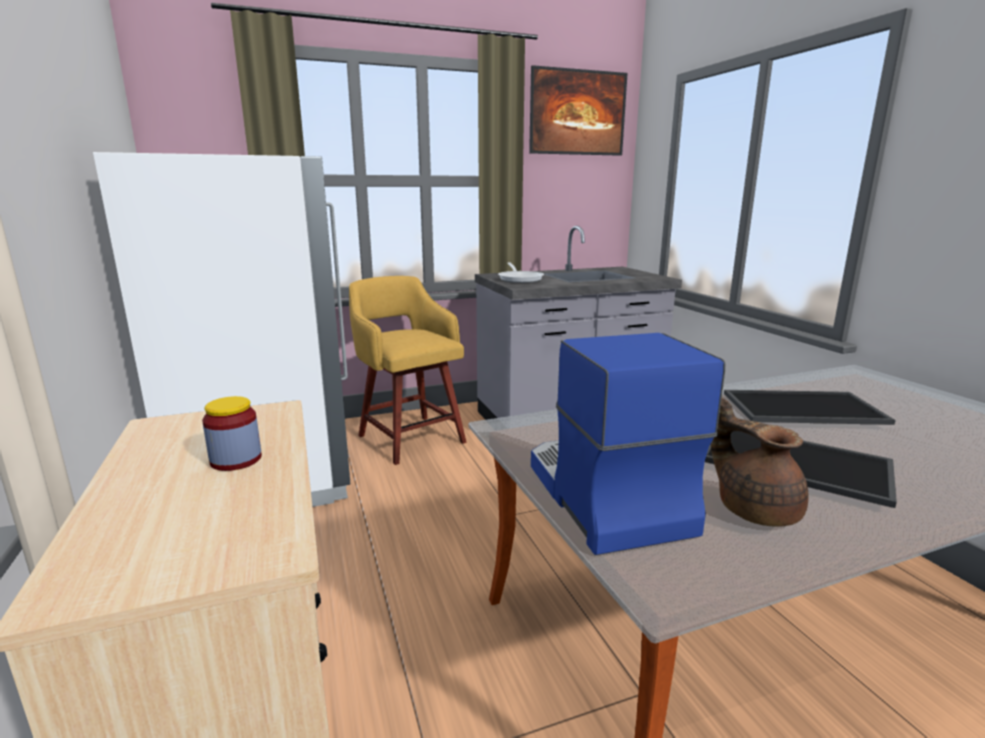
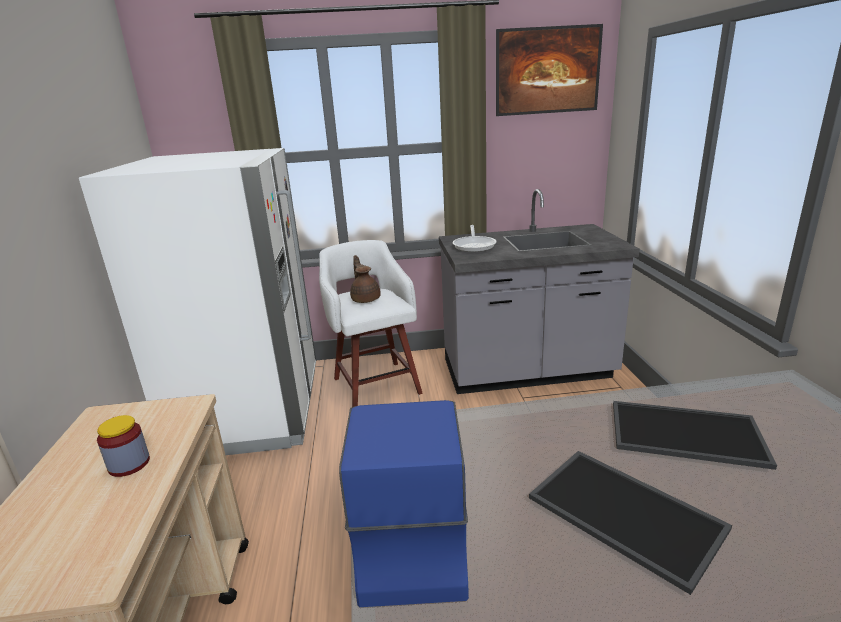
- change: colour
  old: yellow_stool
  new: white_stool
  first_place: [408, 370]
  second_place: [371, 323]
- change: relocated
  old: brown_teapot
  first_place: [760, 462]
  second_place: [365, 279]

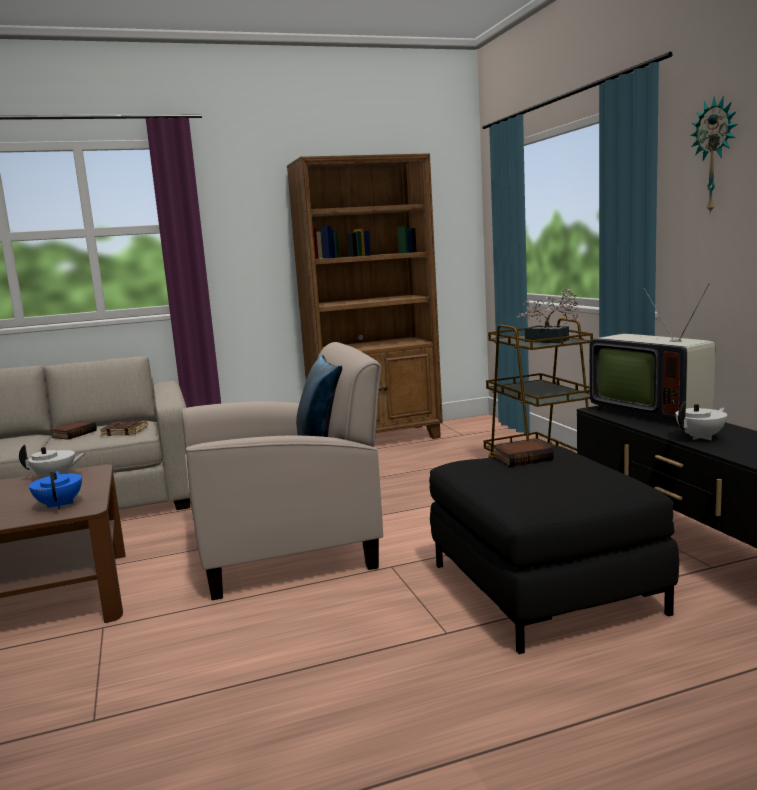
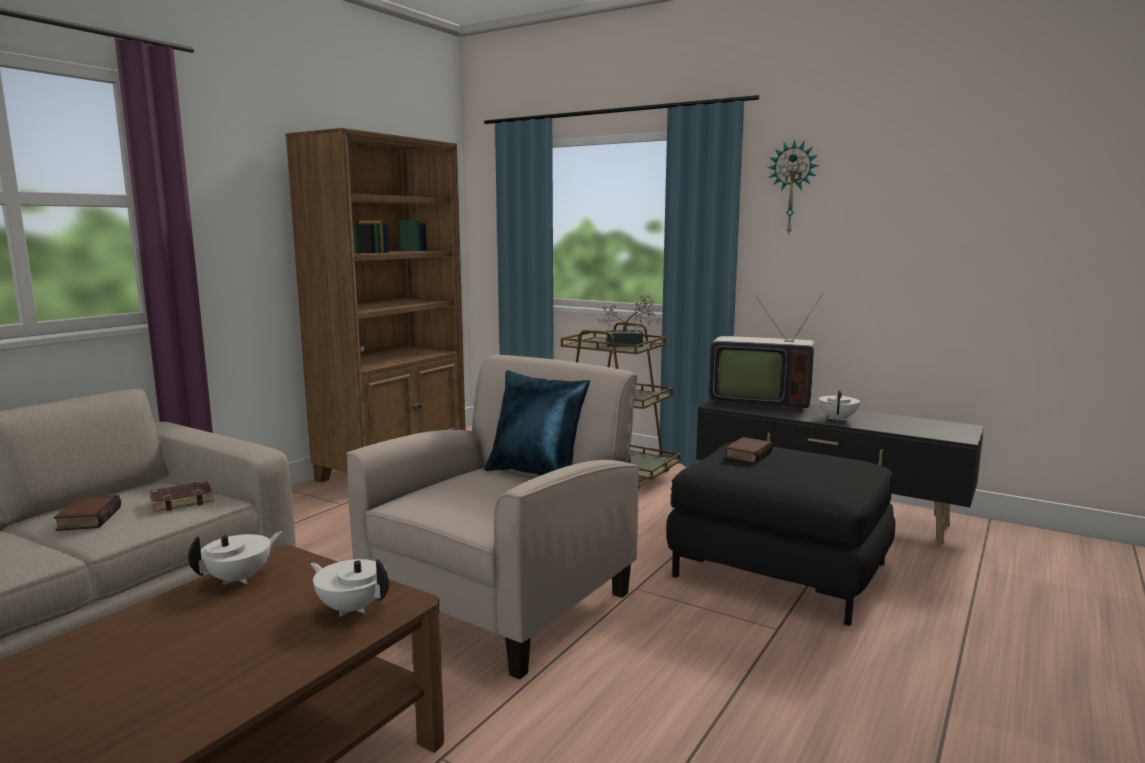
- change: colour
  old: blue_teapot
  new: white_teapot
  first_place: [55, 490]
  second_place: [349, 587]

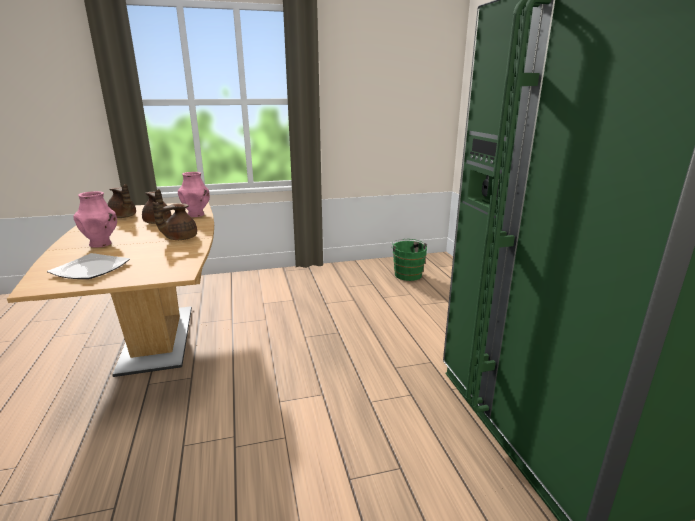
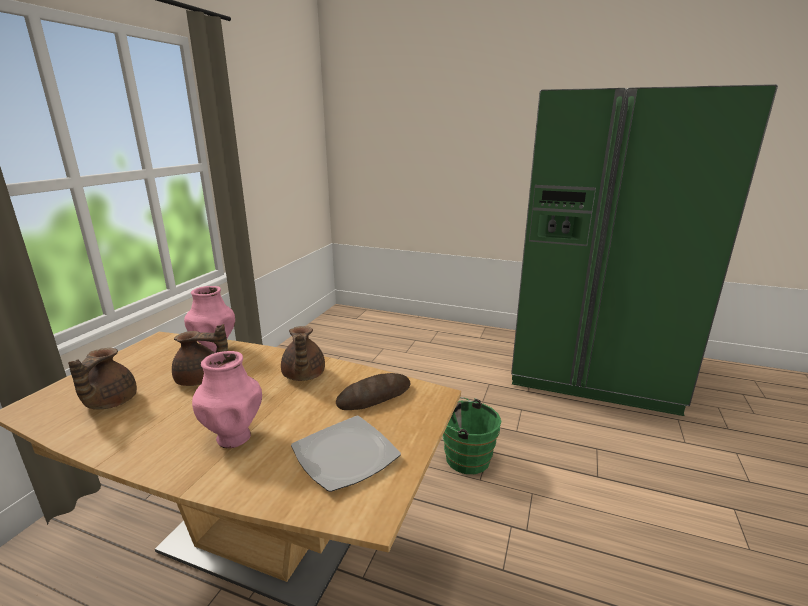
- change: spun
  old: brown_teapot
  first_place: [121, 201]
  second_place: [102, 378]
  degrees: 105
- change: relocated
  old: green_bucket
  first_place: [410, 260]
  second_place: [472, 435]
- change: appeared
  new: bread
  second_place: [373, 391]

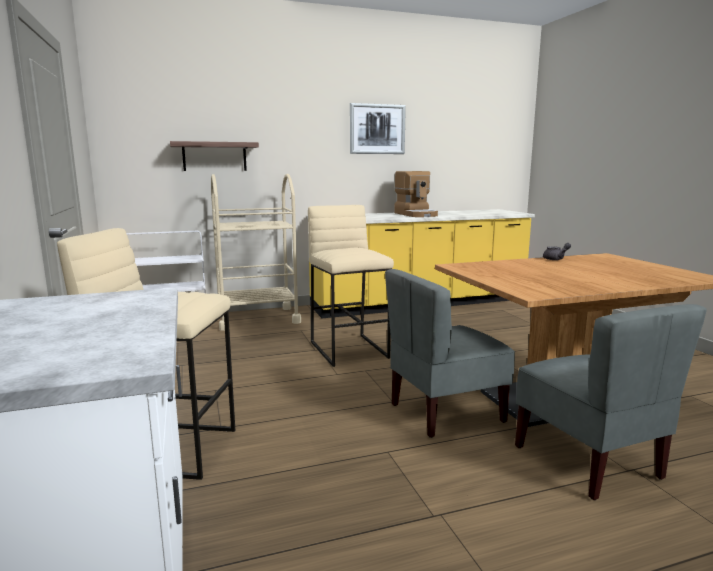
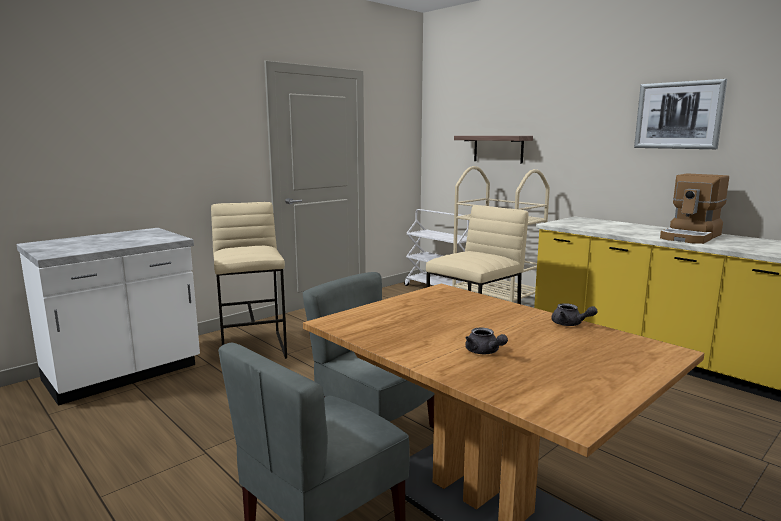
- change: appeared
  new: grey_teapot
  second_place: [486, 341]

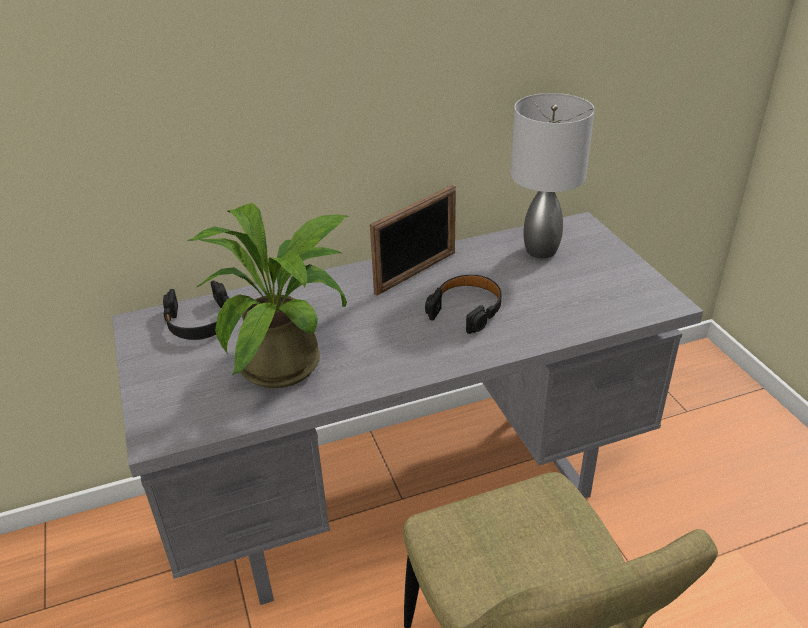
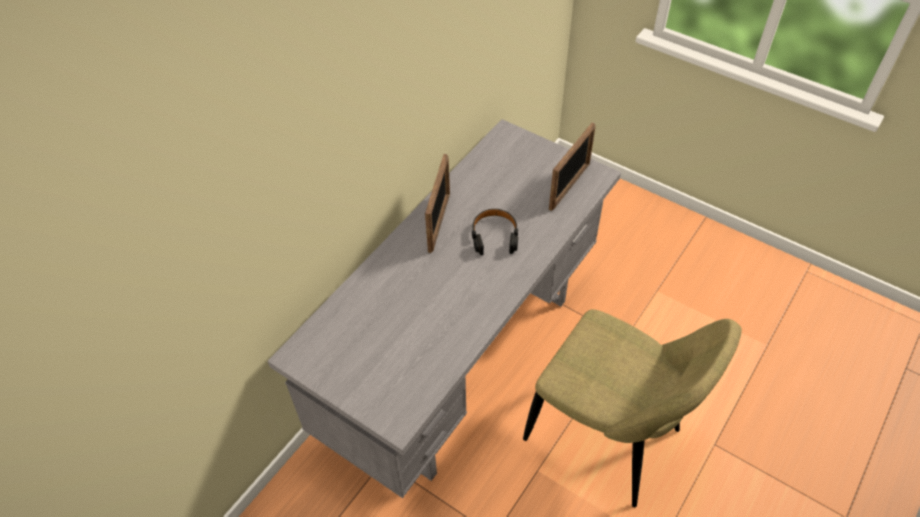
- change: missing
  old: grey_table_lamp
  first_place: [553, 175]
- change: missing
  old: potted_plant
  first_place: [268, 295]
- change: missing
  old: black_headphones
  first_place: [196, 310]
- change: appeared
  new: picture_frame
  second_place: [572, 166]

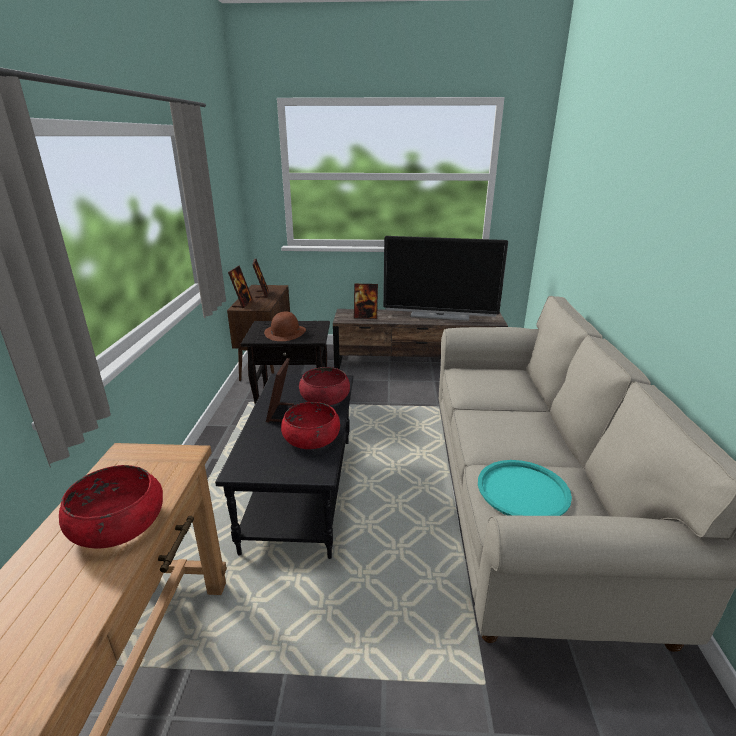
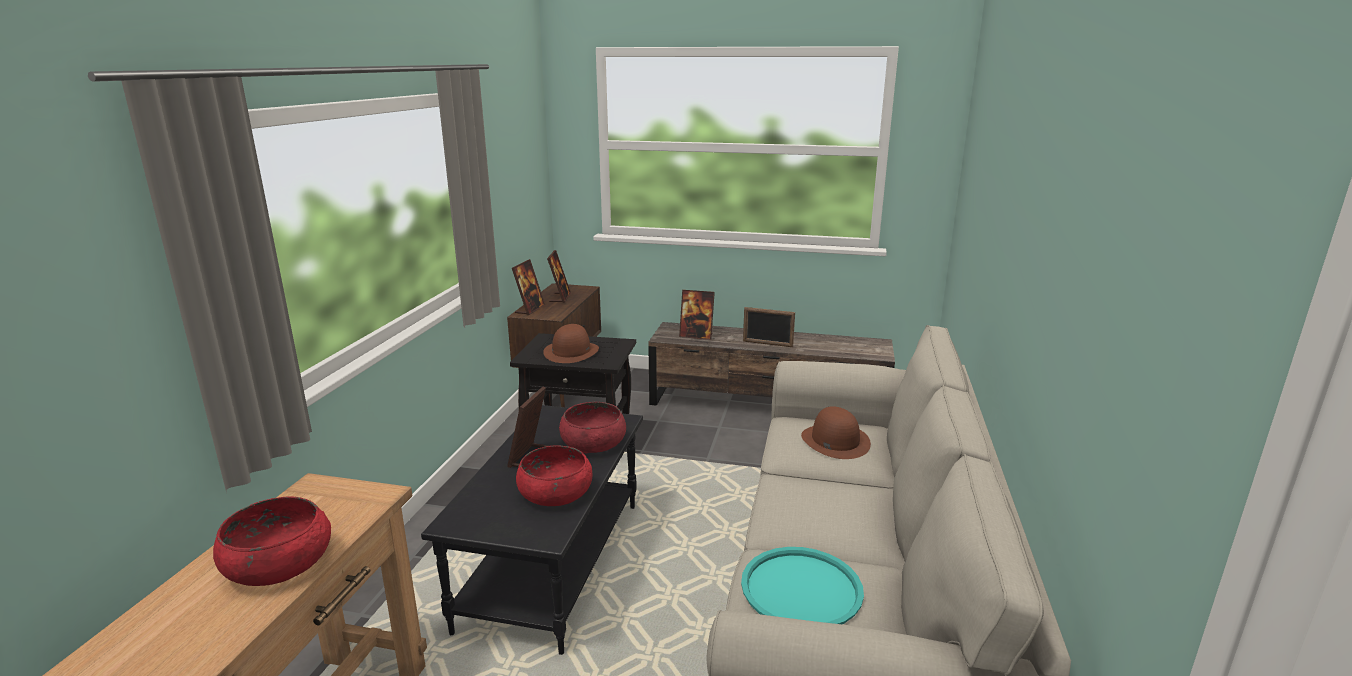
- change: missing
  old: television
  first_place: [445, 278]
- change: appeared
  new: picture_frame
  second_place: [769, 327]
- change: appeared
  new: brown_hat
  second_place: [836, 432]

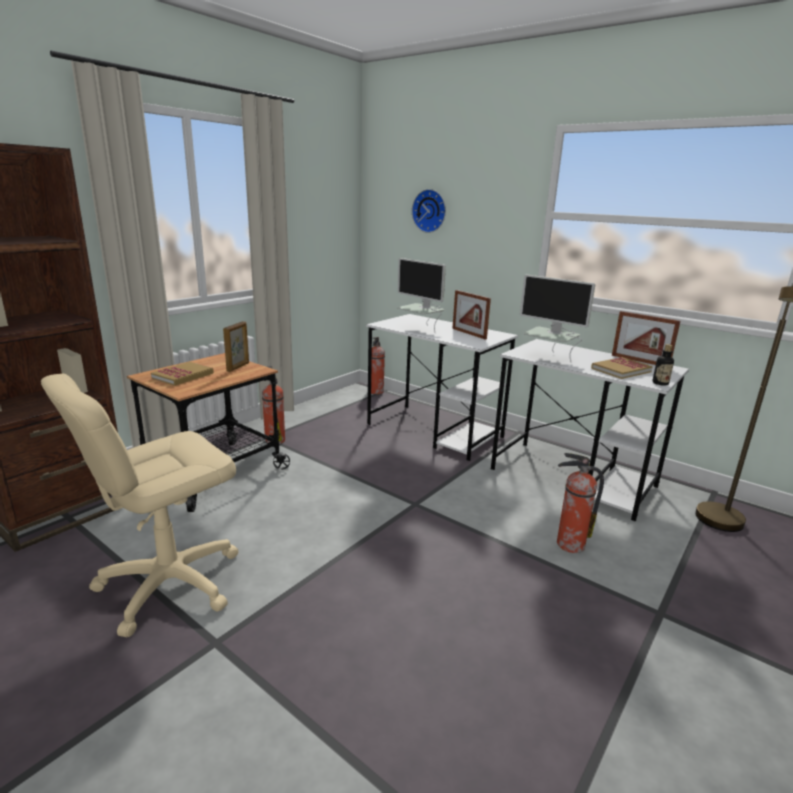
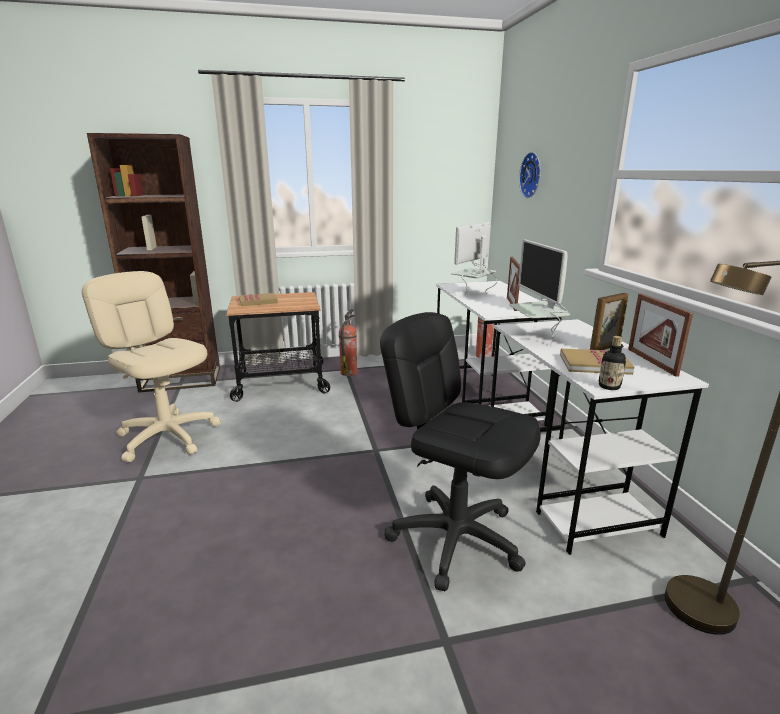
- change: spun
  old: monitor
  first_place: [421, 295]
  second_place: [474, 259]
  degrees: 45
- change: relocated
  old: picture_frame
  first_place: [236, 346]
  second_place: [609, 321]
- change: spun
  old: beige_office_chair
  first_place: [140, 505]
  second_place: [151, 366]
  degrees: 45
- change: exchanged
  old: fire_extinguisher
  new: black_office_chair
  first_place: [580, 503]
  second_place: [460, 451]

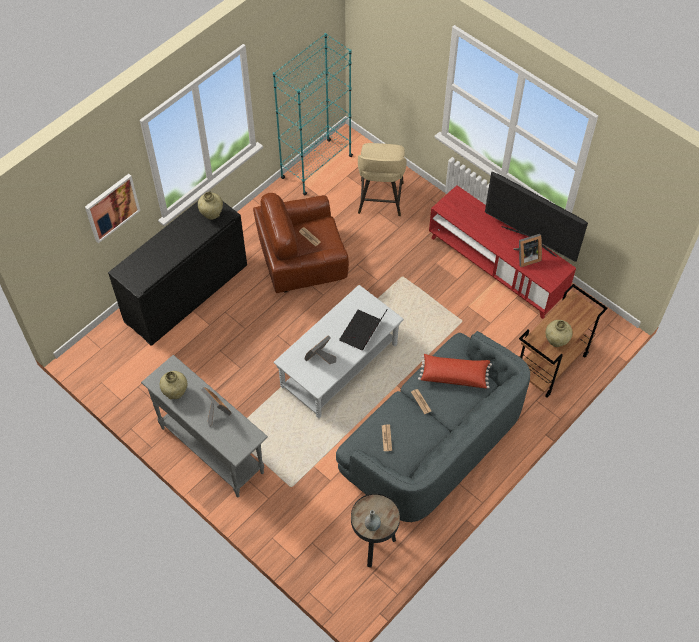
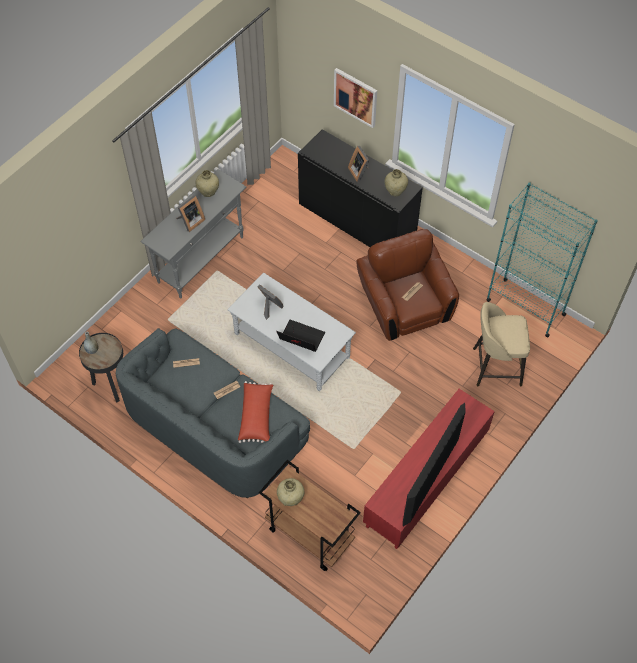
- change: relocated
  old: picture_frame
  first_place: [527, 250]
  second_place: [358, 164]

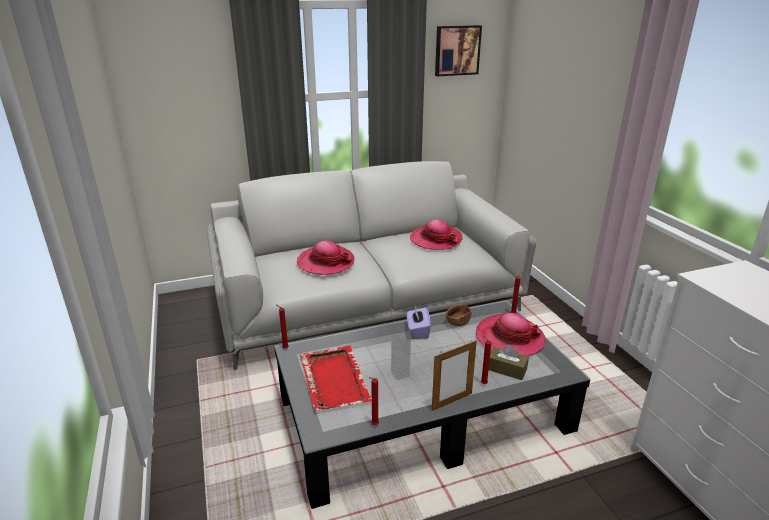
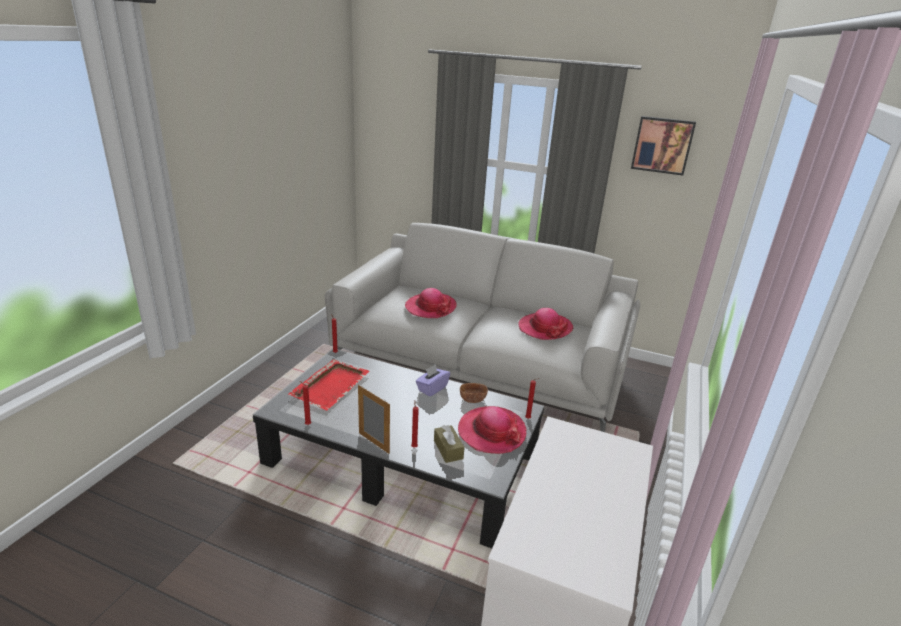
- change: spun
  old: picture_frame
  first_place: [454, 376]
  second_place: [374, 419]
  degrees: -150

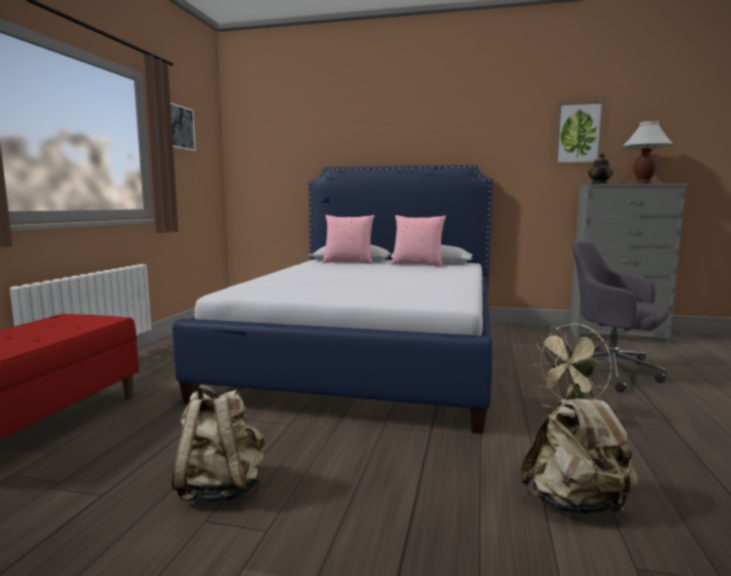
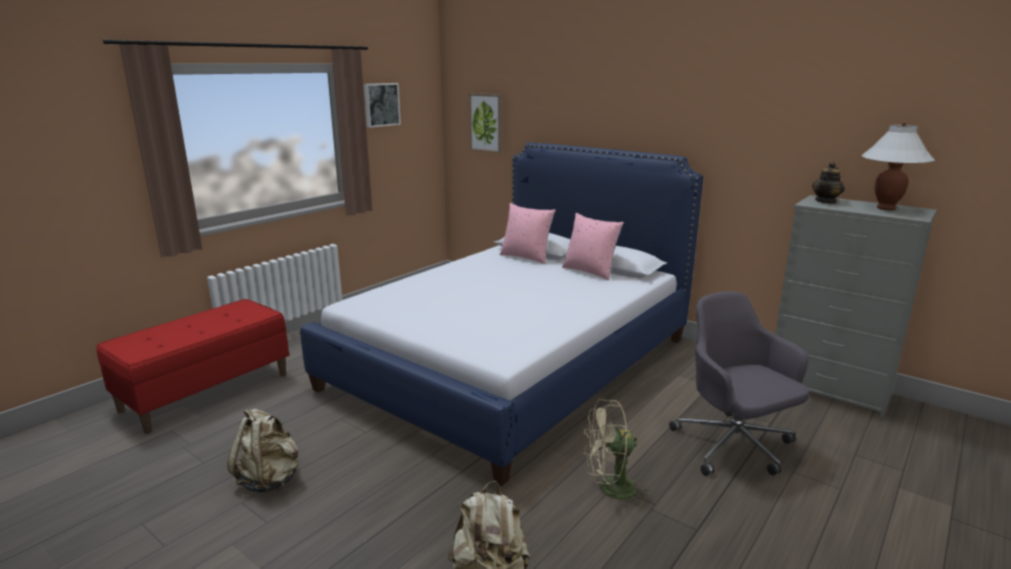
- change: relocated
  old: picture
  first_place: [579, 133]
  second_place: [485, 123]

